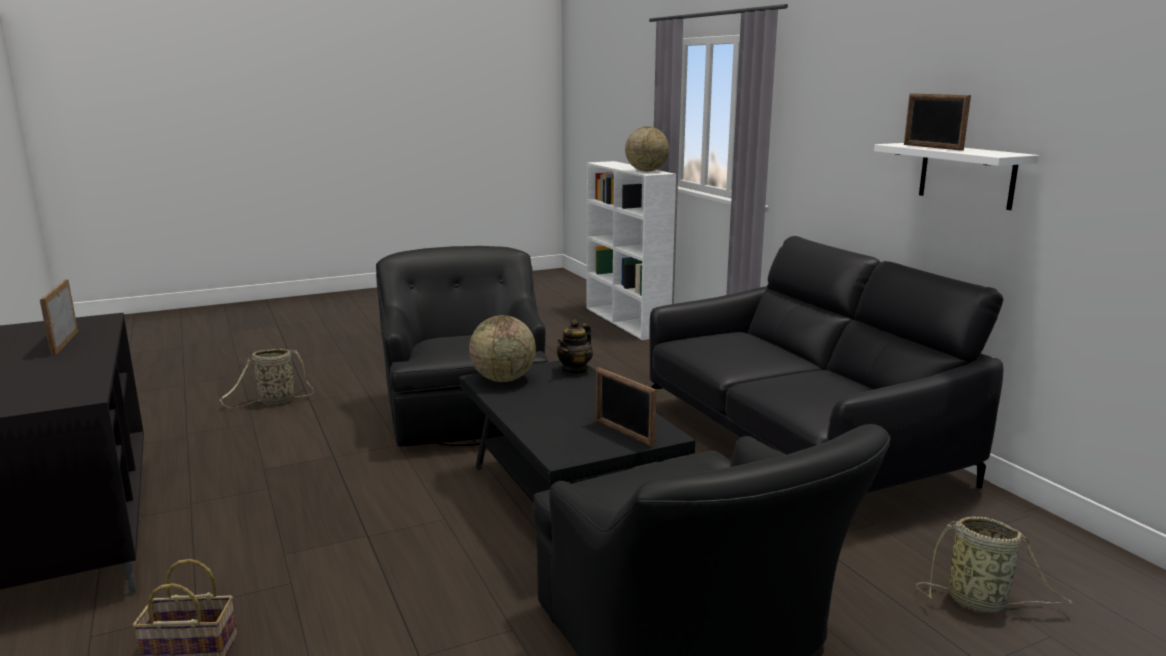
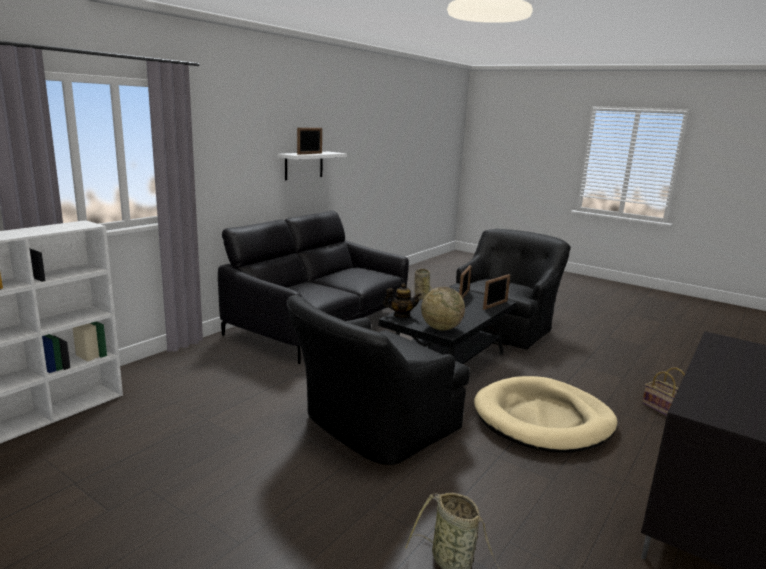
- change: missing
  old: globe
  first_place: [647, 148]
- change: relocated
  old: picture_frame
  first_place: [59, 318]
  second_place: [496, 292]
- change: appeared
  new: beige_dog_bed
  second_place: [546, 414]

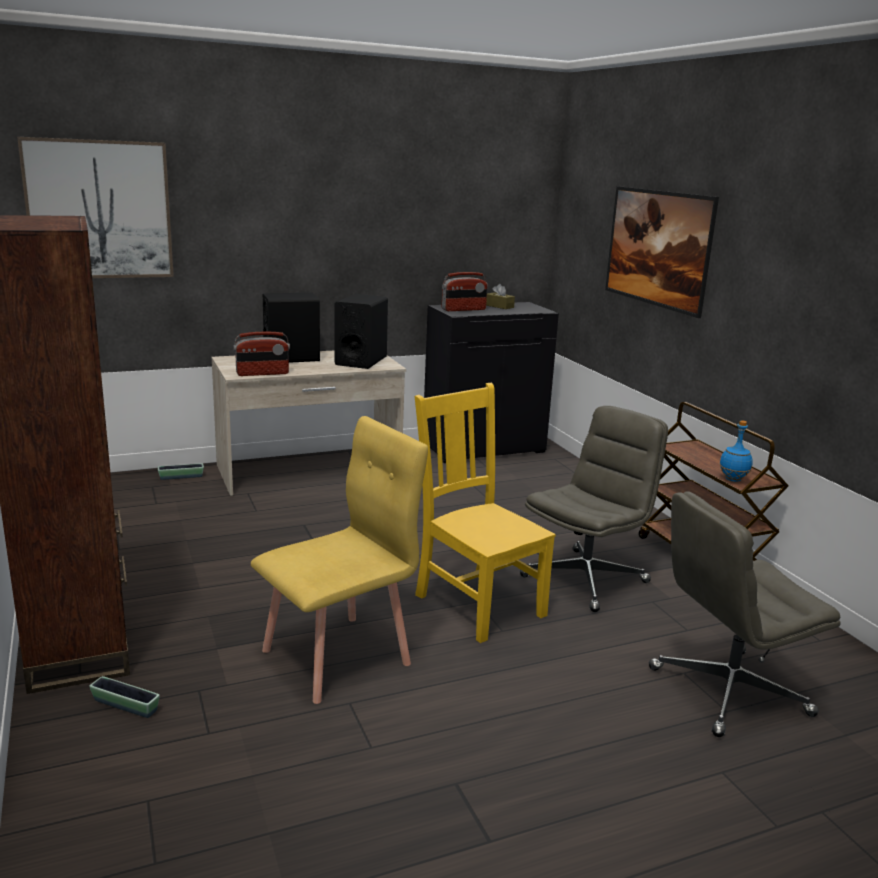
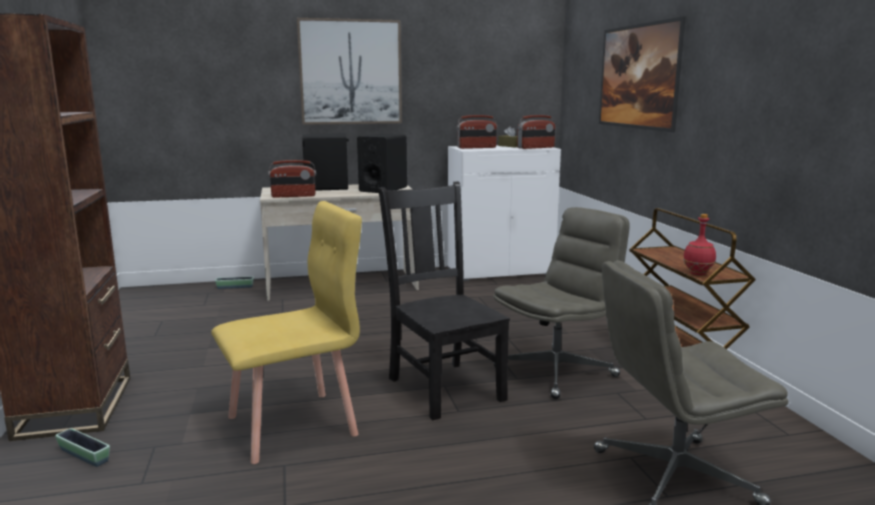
- change: relocated
  old: picture
  first_place: [95, 207]
  second_place: [349, 71]
- change: colour
  old: black_cabinet
  new: white_cabinet
  first_place: [491, 382]
  second_place: [504, 213]
- change: colour
  old: yellow_chair
  new: black_chair
  first_place: [485, 513]
  second_place: [444, 301]
- change: colour
  old: blue_bottle
  new: red_bottle
  first_place: [736, 451]
  second_place: [699, 244]
- change: appeared
  new: radio
  second_place: [536, 132]

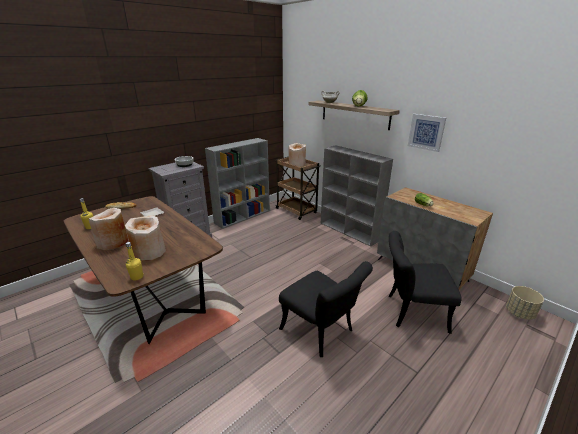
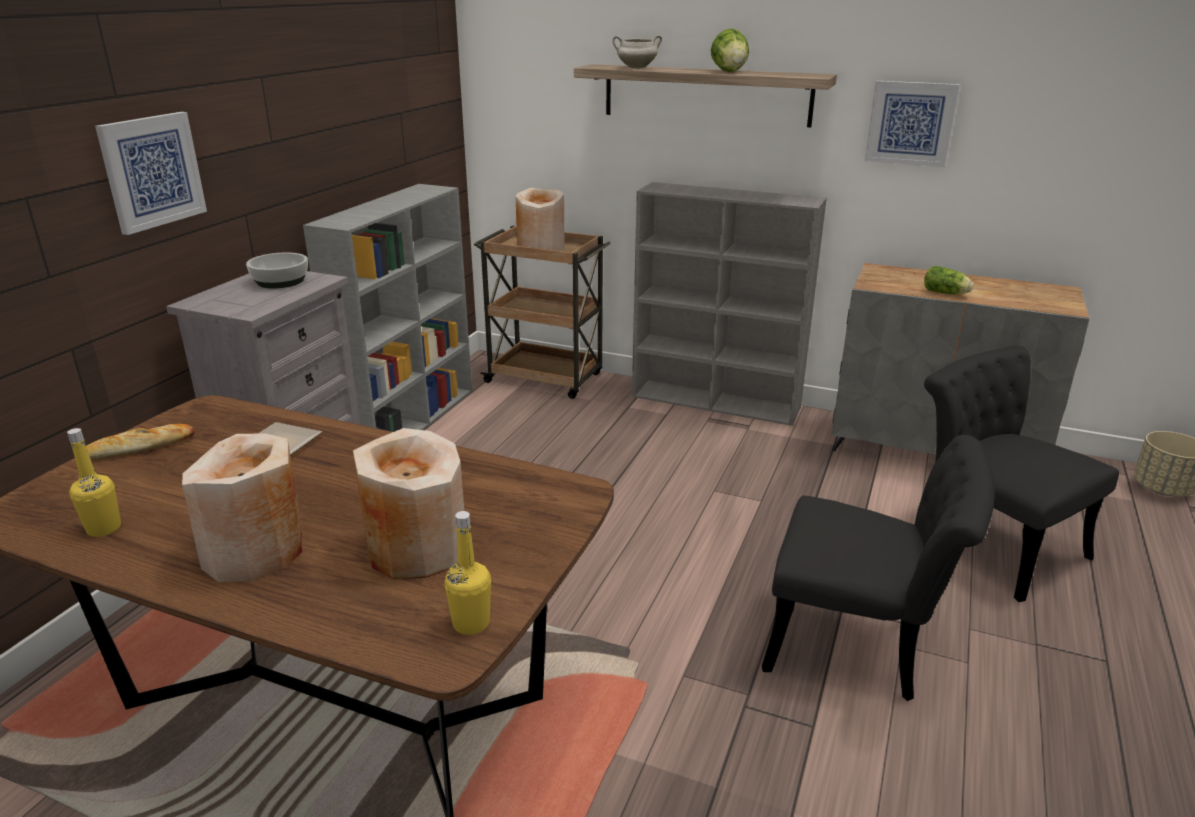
- change: spun
  old: black_chair
  first_place: [425, 282]
  second_place: [1021, 474]
  degrees: 75
- change: appeared
  new: picture
  second_place: [151, 173]

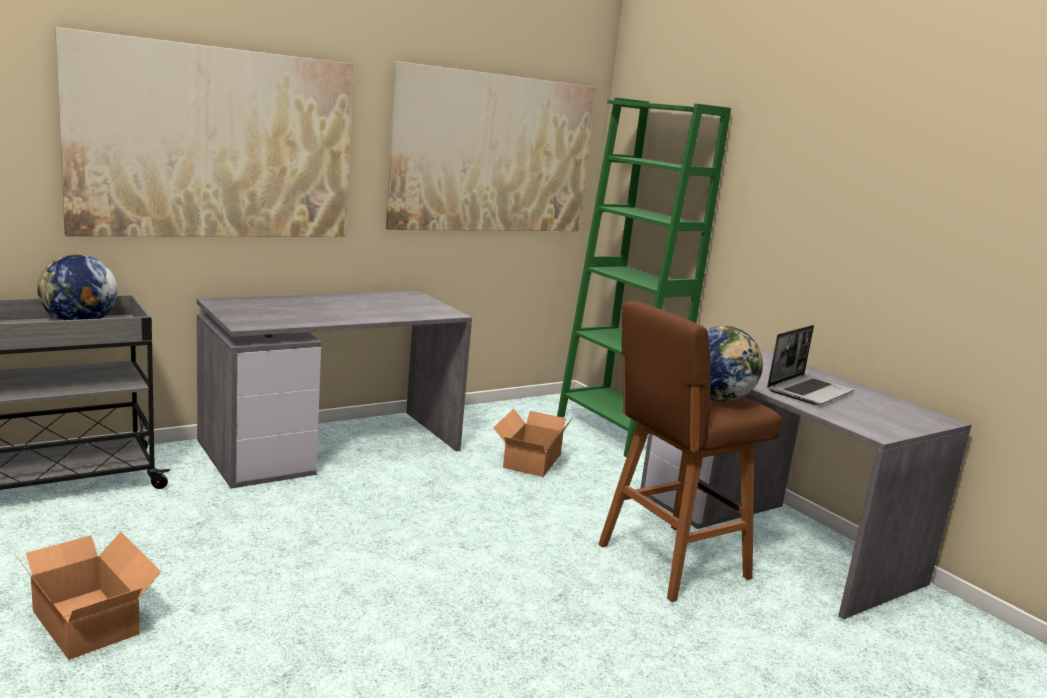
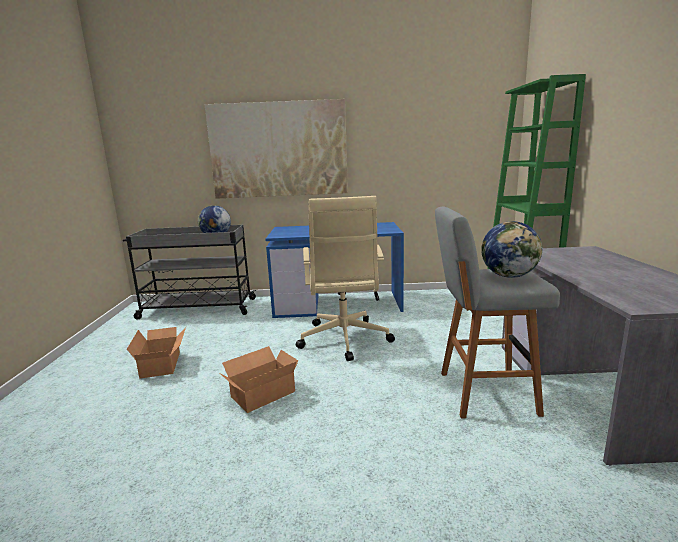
- change: missing
  old: picture
  first_place: [491, 146]
- change: colour
  old: grey_desk
  new: blue_desk
  first_place: [334, 389]
  second_place: [334, 270]
- change: colour
  old: brown_stool
  new: grey_stool
  first_place: [690, 451]
  second_place: [497, 313]
- change: missing
  old: laptop
  first_place: [811, 365]
- change: relocated
  old: cardboard_box
  first_place: [532, 443]
  second_place: [259, 379]
- change: appeared
  new: beige_office_chair
  second_place: [345, 278]

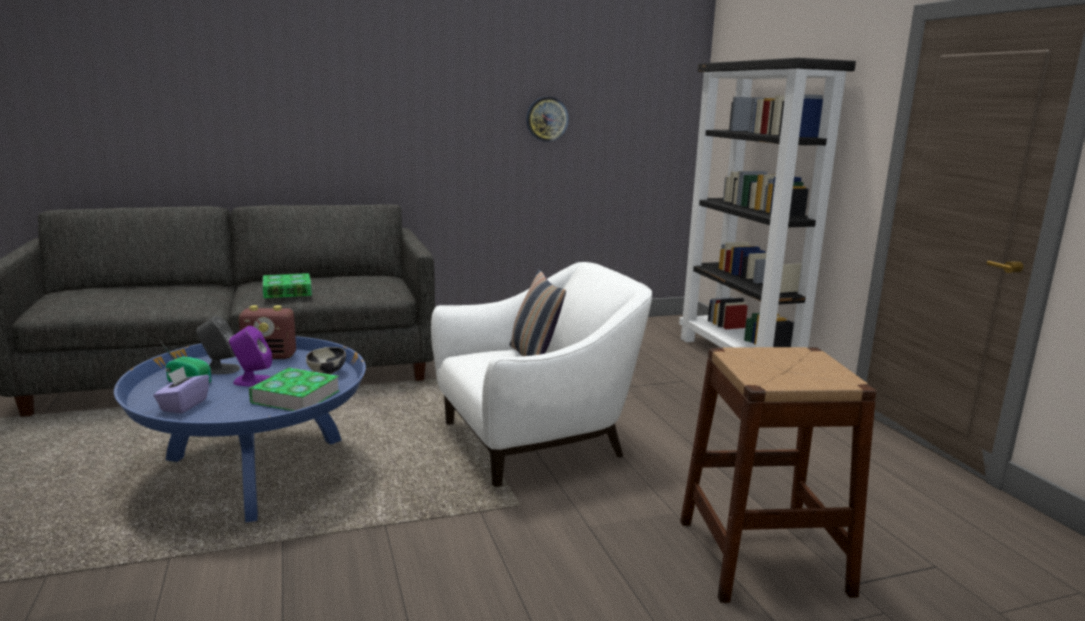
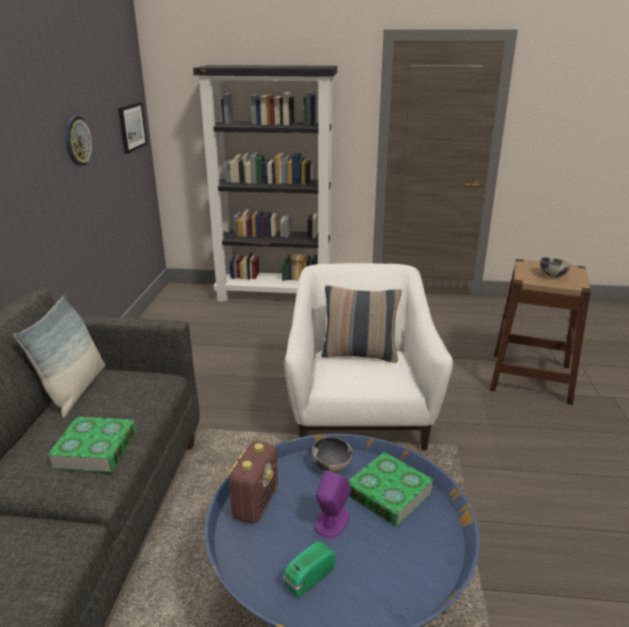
- change: missing
  old: grey_speaker
  first_place: [218, 345]
- change: missing
  old: purple_tissue_box
  first_place: [181, 390]
- change: appeared
  new: picture
  second_place: [132, 128]
- change: appeared
  new: bowl
  second_place: [555, 267]
- change: appeared
  new: pillow
  second_place: [59, 356]

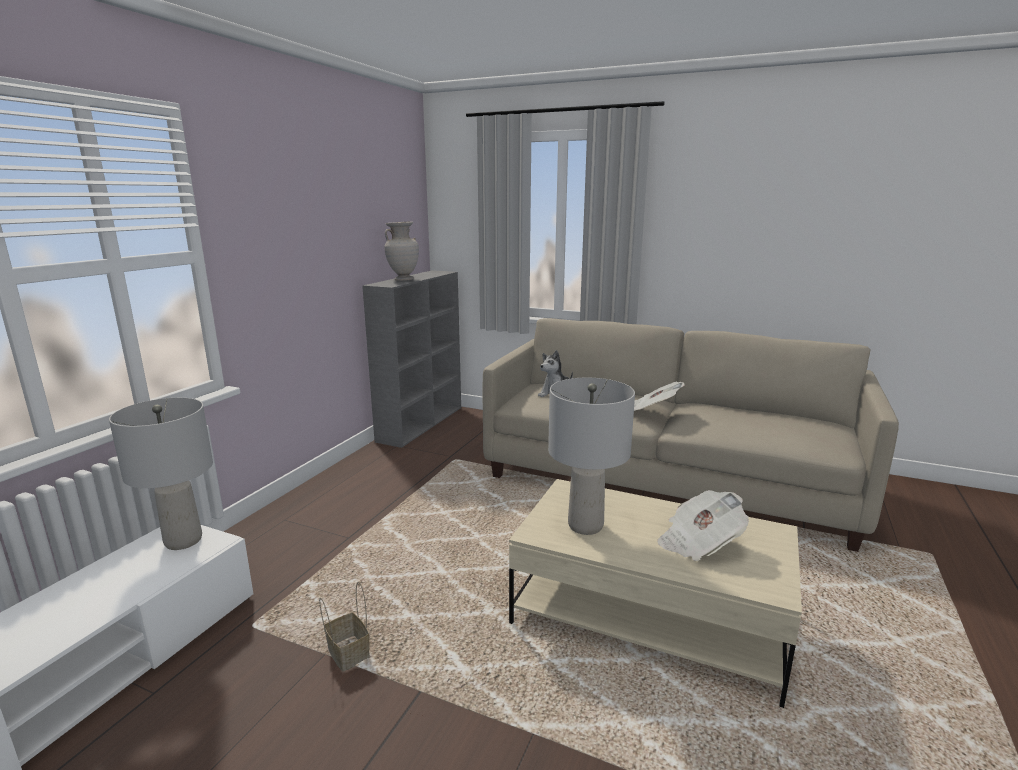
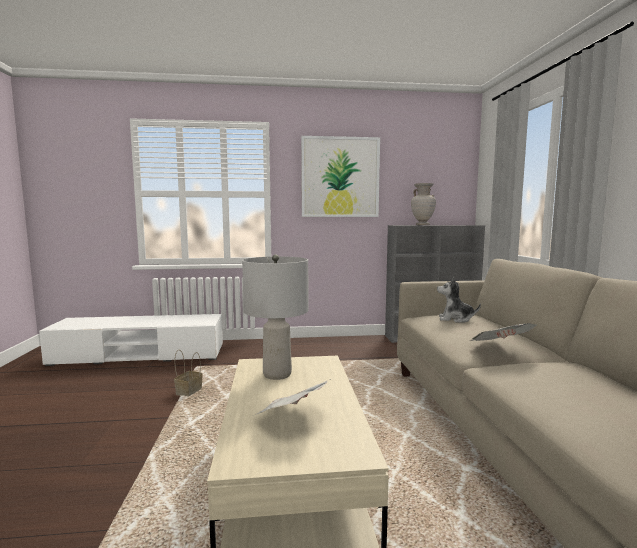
- change: missing
  old: grey_table_lamp
  first_place: [161, 474]
- change: appeared
  new: picture
  second_place: [340, 176]

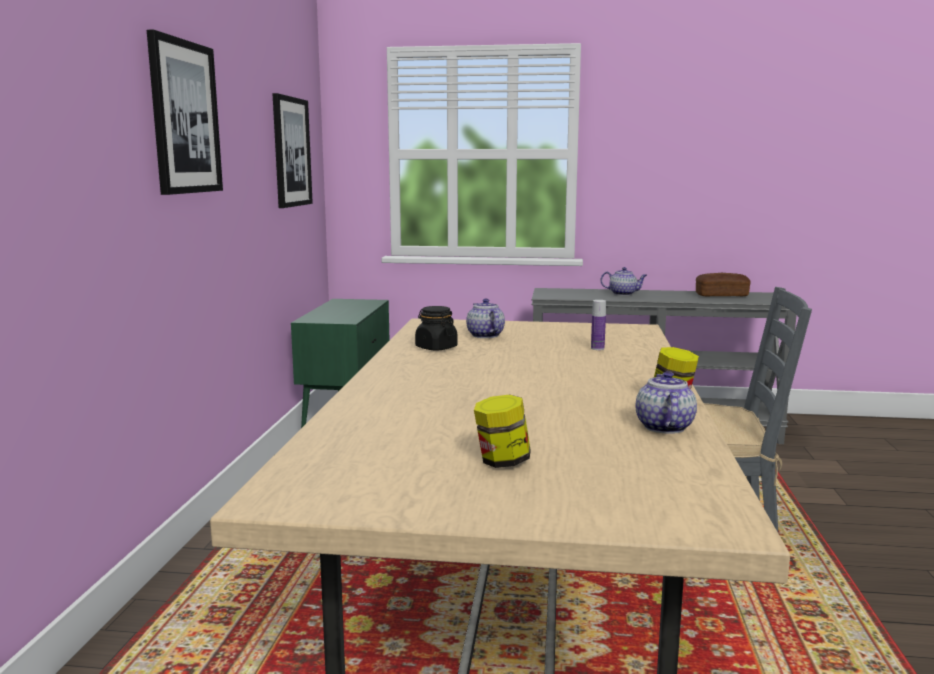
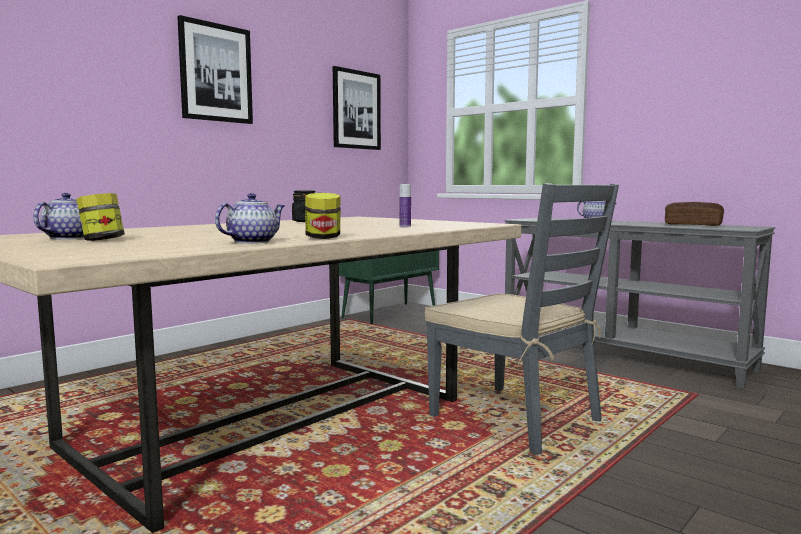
- change: relocated
  old: teapot
  first_place: [485, 318]
  second_place: [58, 216]

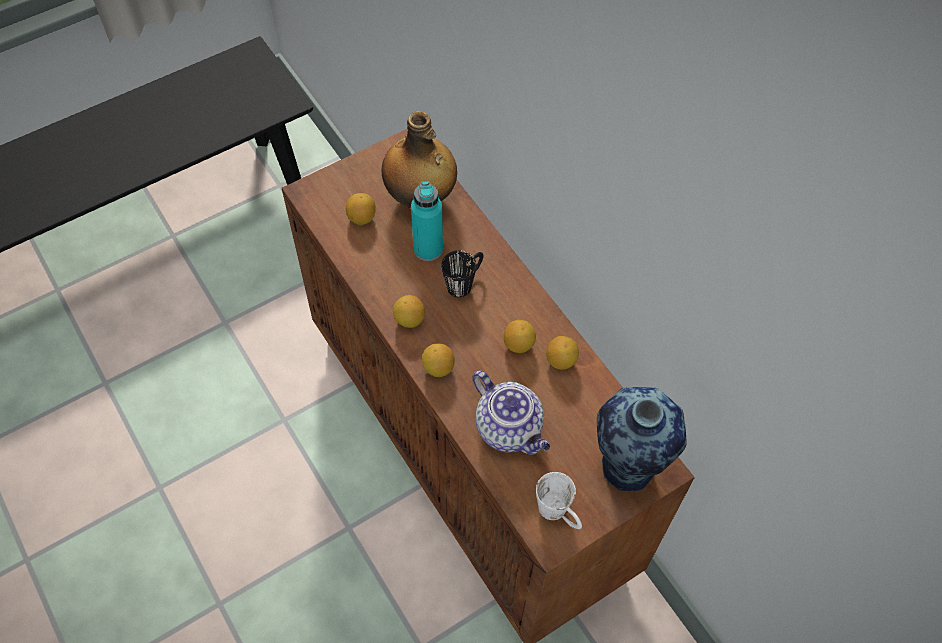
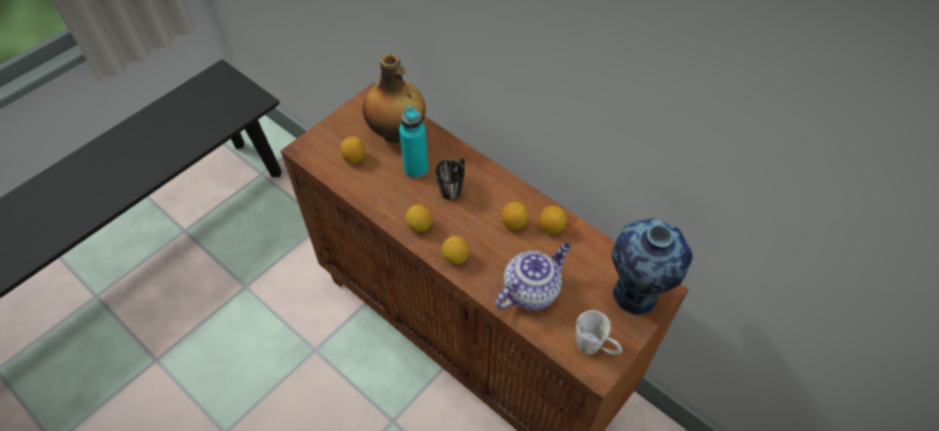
- change: spun
  old: teapot
  first_place: [511, 413]
  second_place: [533, 276]
  degrees: -75

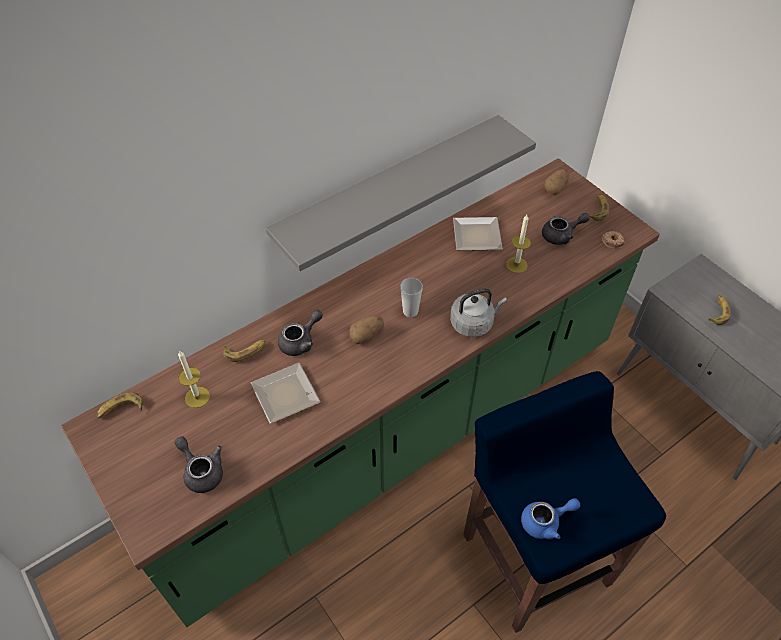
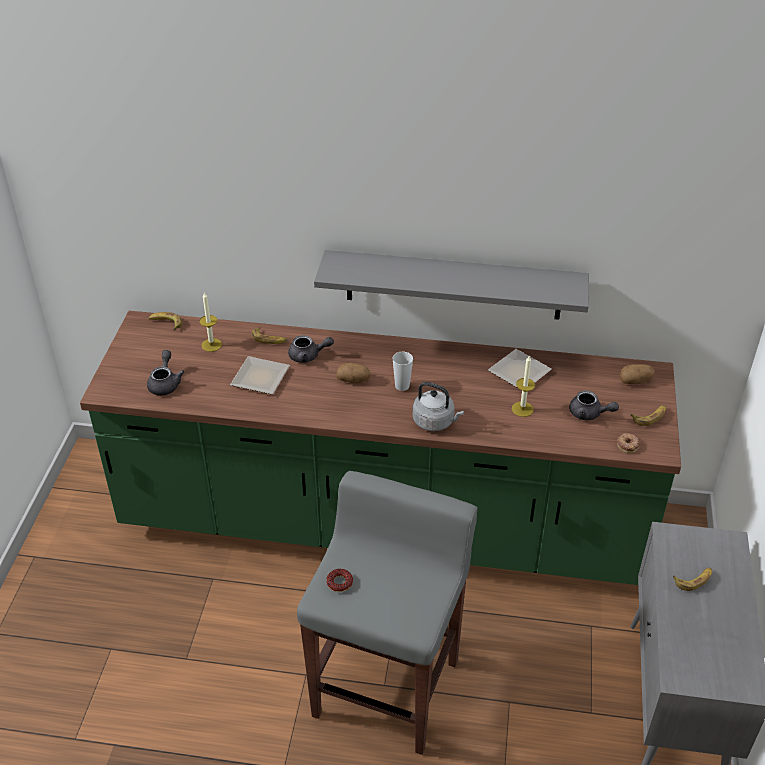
- change: colour
  old: blue_stool
  new: grey_stool
  first_place: [564, 502]
  second_place: [387, 613]
- change: exchanged
  old: blue_teapot
  new: donut
  first_place: [550, 518]
  second_place: [339, 580]

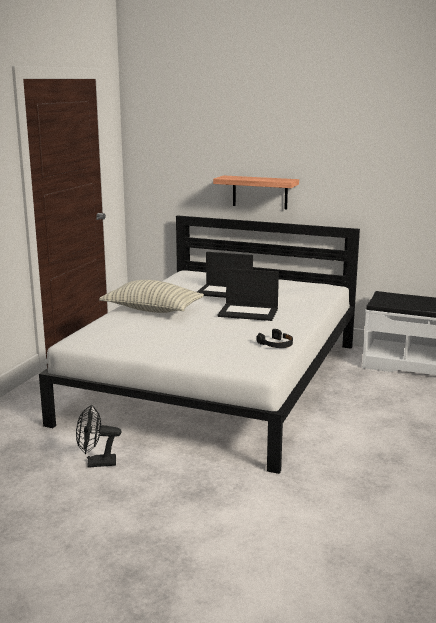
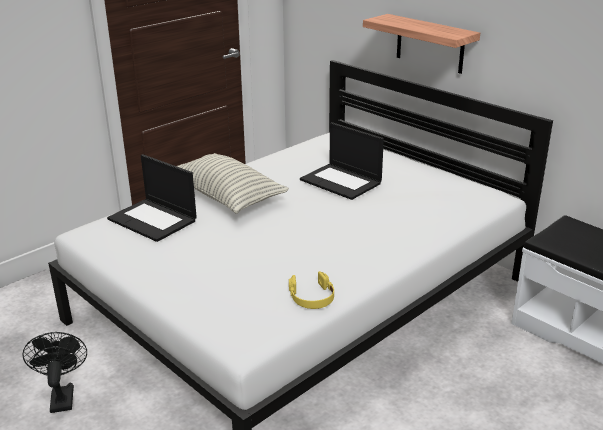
- change: relocated
  old: laptop
  first_place: [248, 294]
  second_place: [152, 198]
- change: colour
  old: black_headphones
  new: yellow_headphones
  first_place: [274, 338]
  second_place: [311, 290]
- change: spun
  old: black_fan
  first_place: [98, 436]
  second_place: [54, 372]
  degrees: 60

